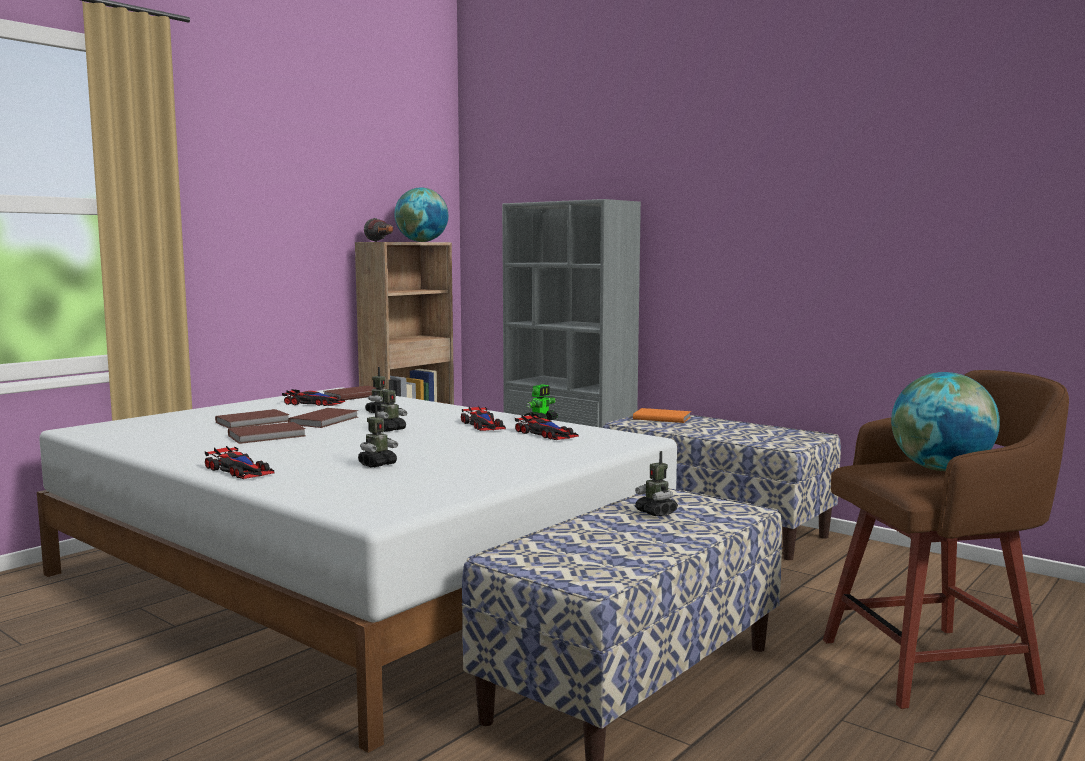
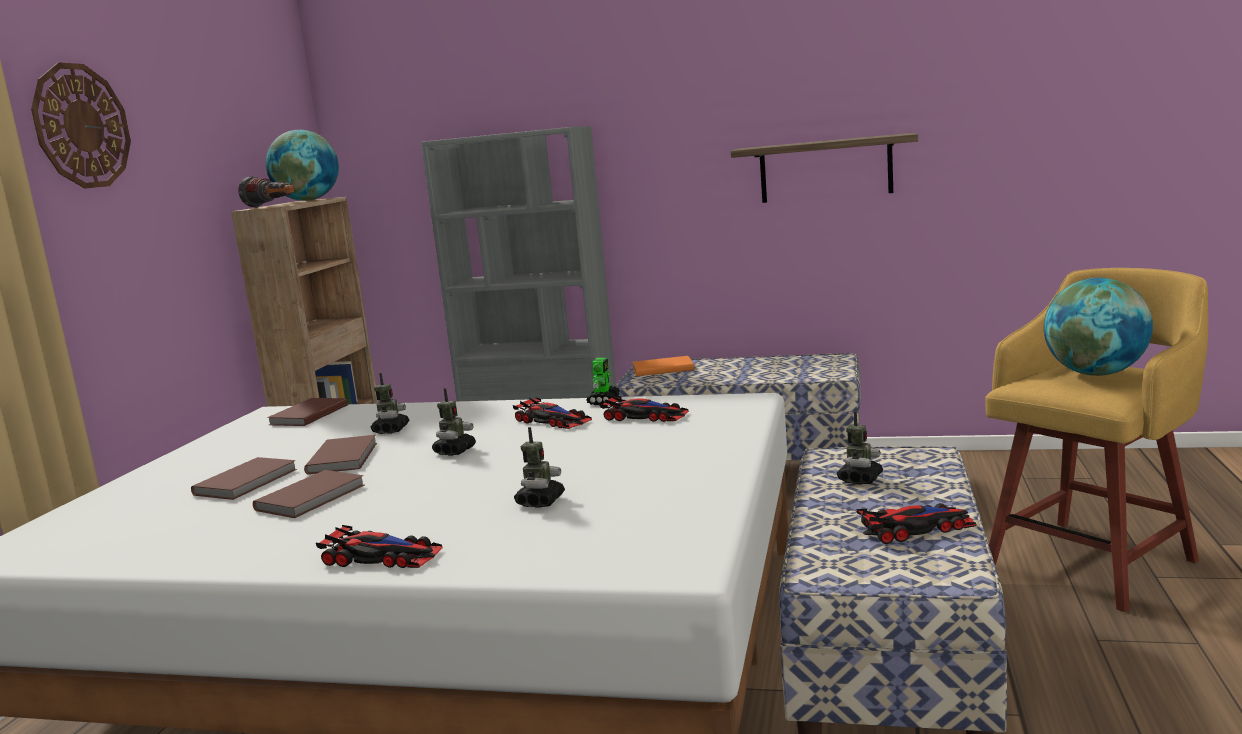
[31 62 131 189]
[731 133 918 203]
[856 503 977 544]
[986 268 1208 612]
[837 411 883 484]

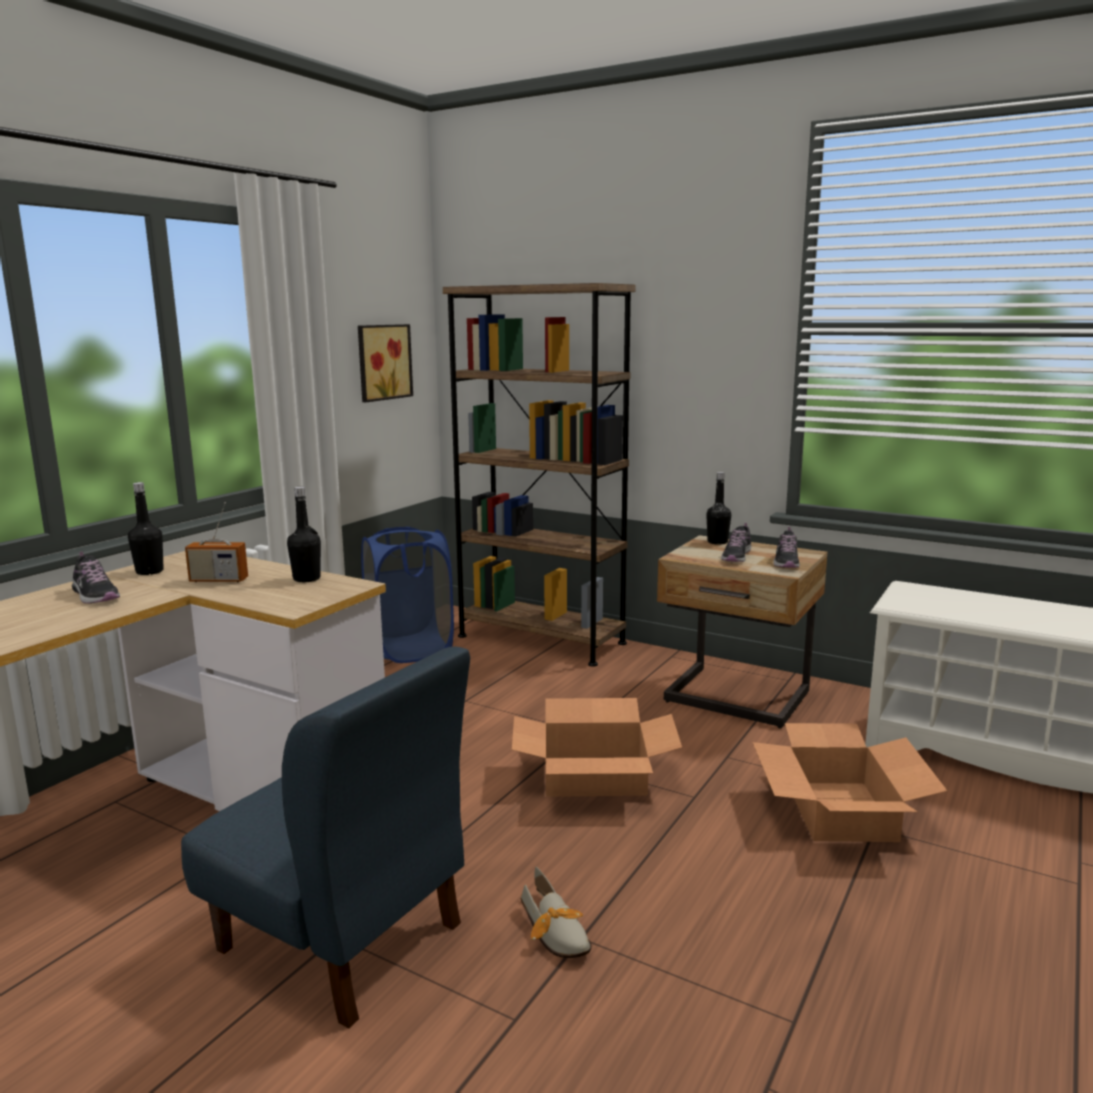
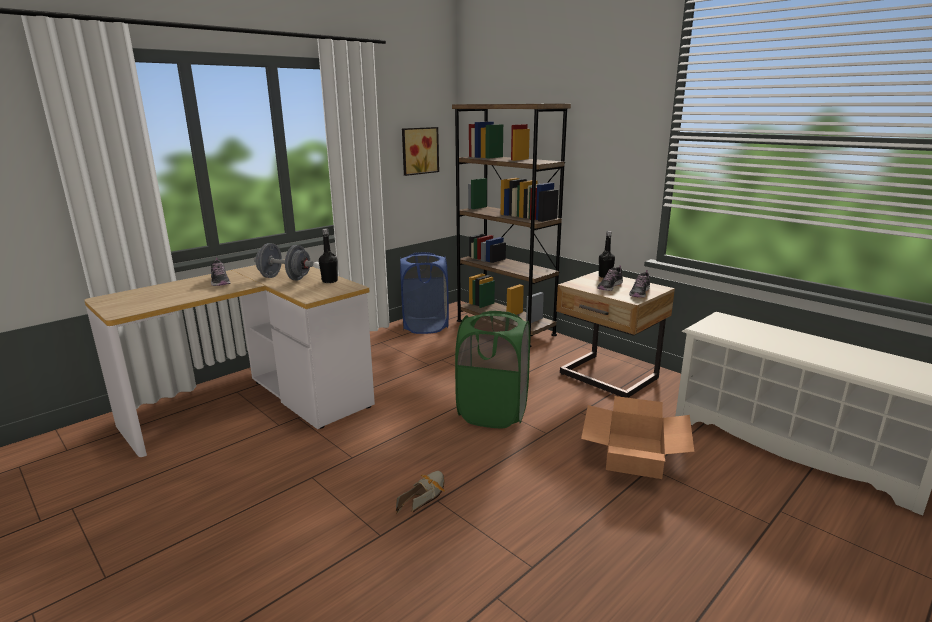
[128 482 164 575] (first image)
[181 647 470 1028] (first image)
[254 243 313 280]
[455 311 530 428]
[396 471 446 513]

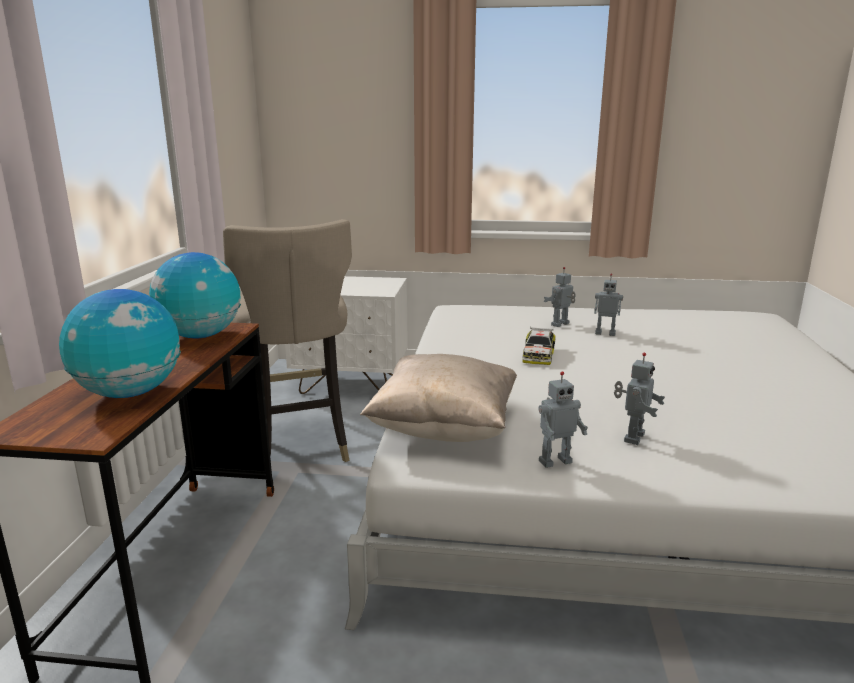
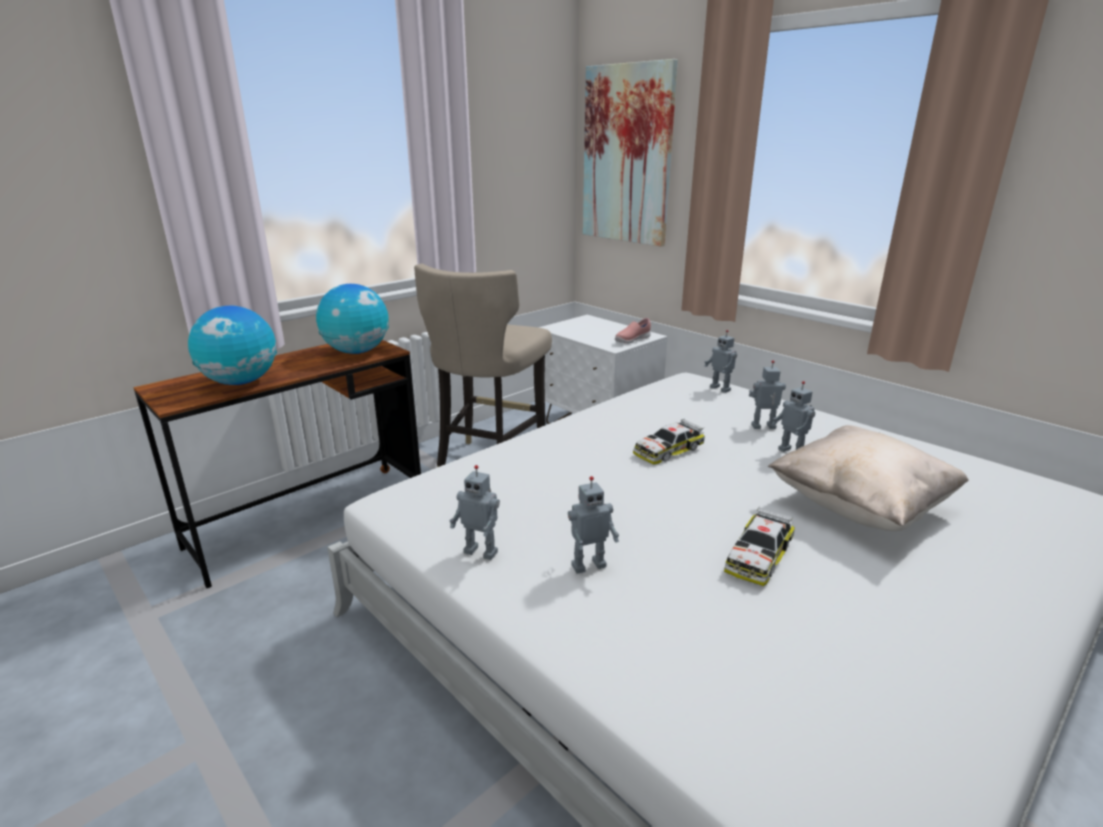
[583 59 678 247]
[615 318 651 344]
[704 330 737 393]
[724 506 795 586]
[768 425 969 531]

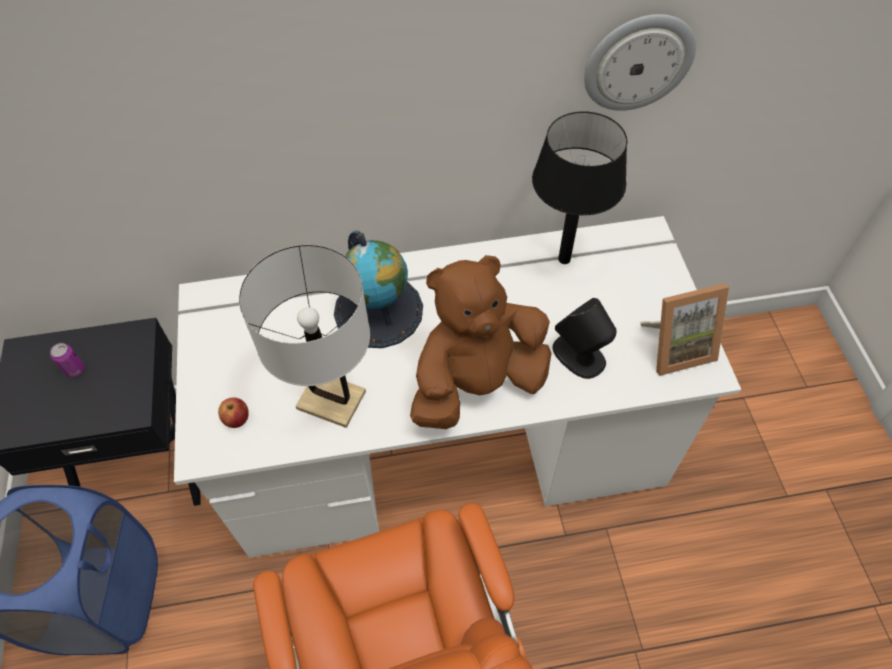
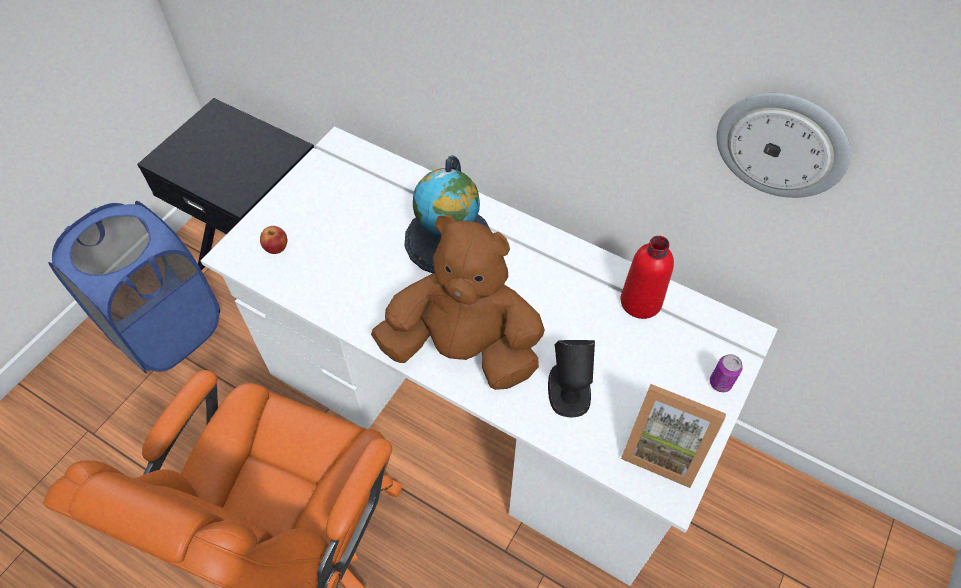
[239 245 370 428] (first image)
[710 354 743 392]
[621 236 674 319]

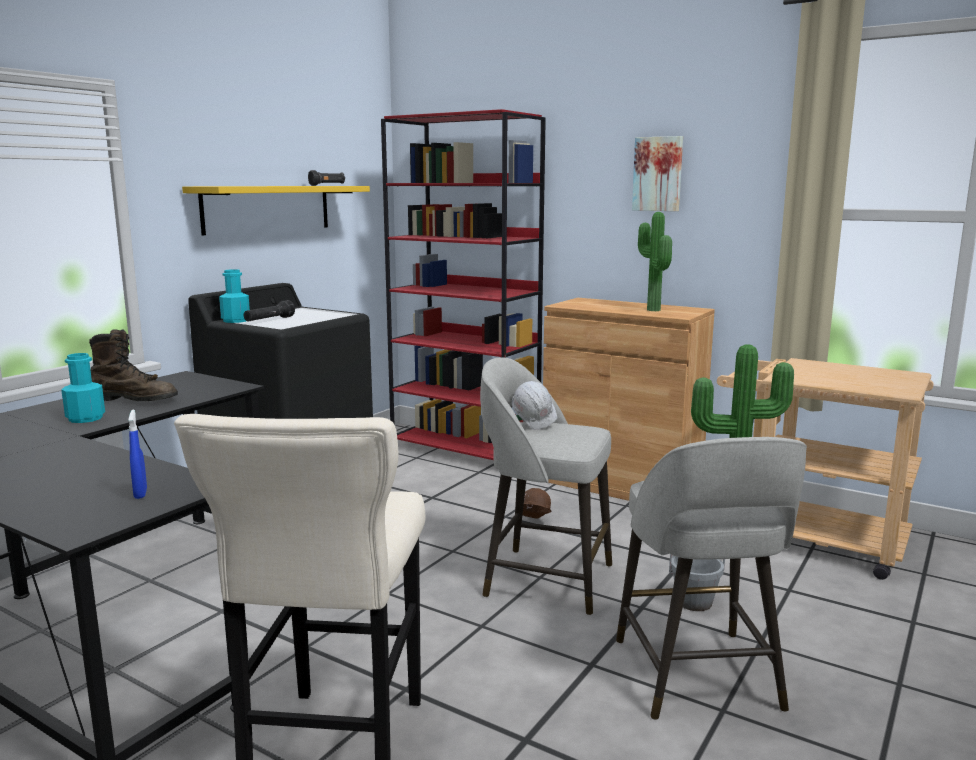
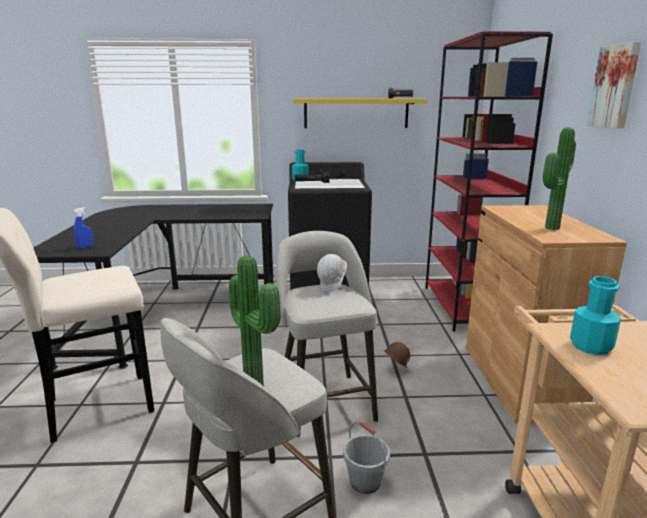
[89 329 178 401] (first image)
[570 276 621 355]

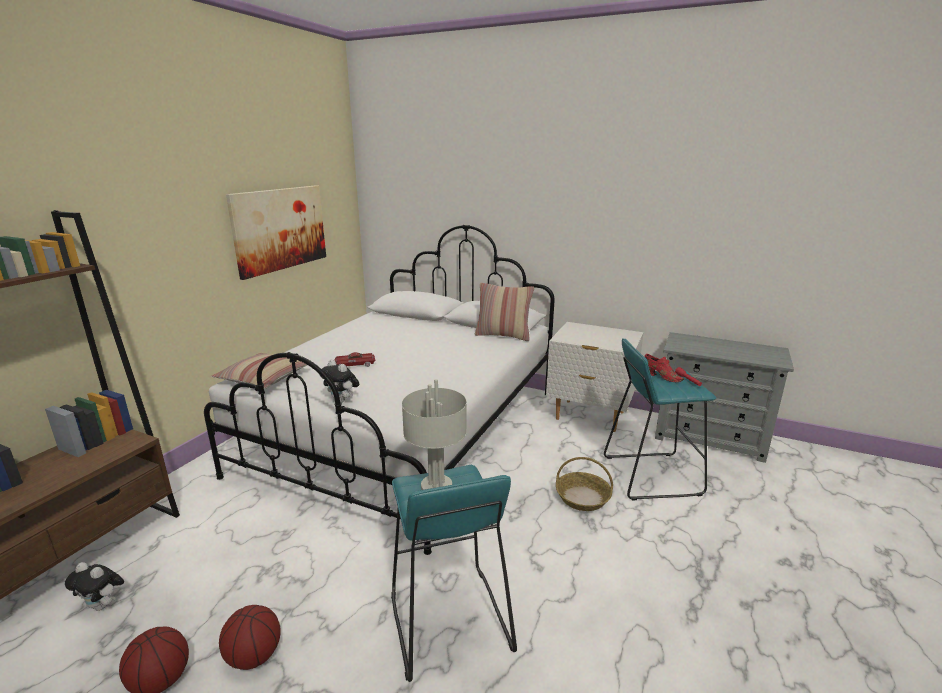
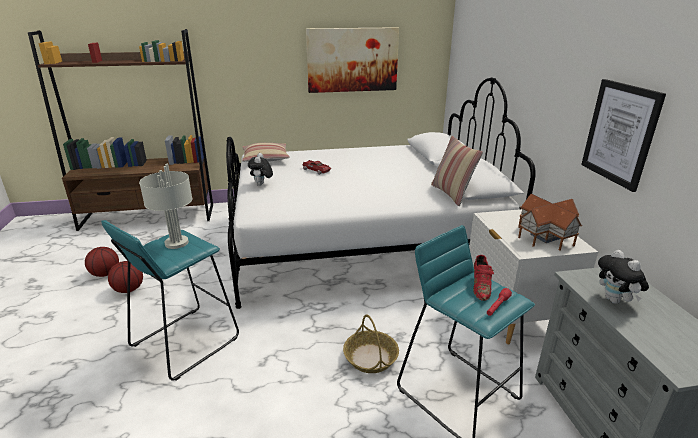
[518 194 582 251]
[581 79 666 192]
[598 250 649 304]

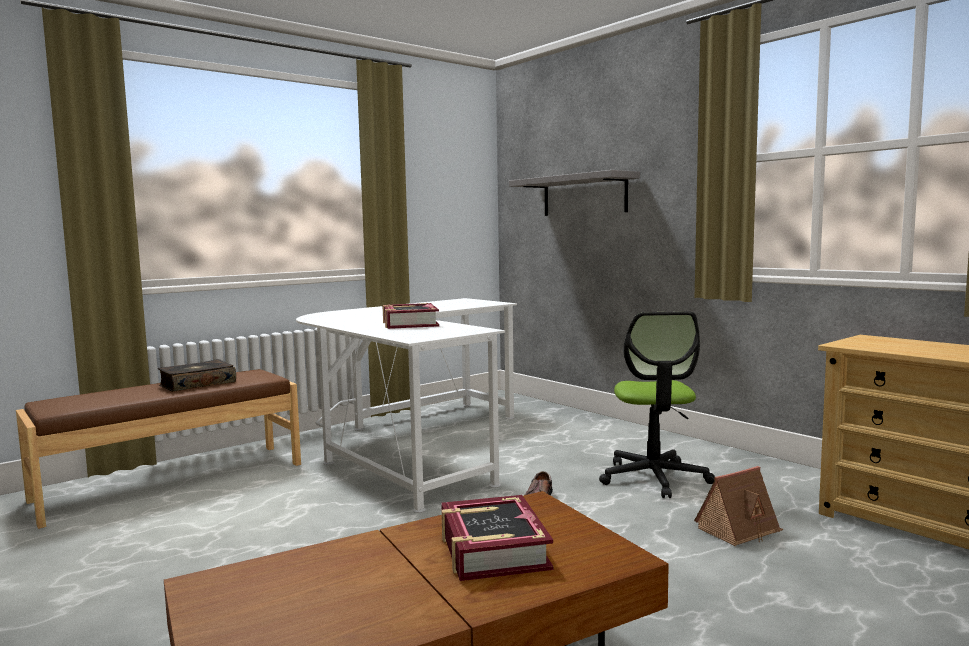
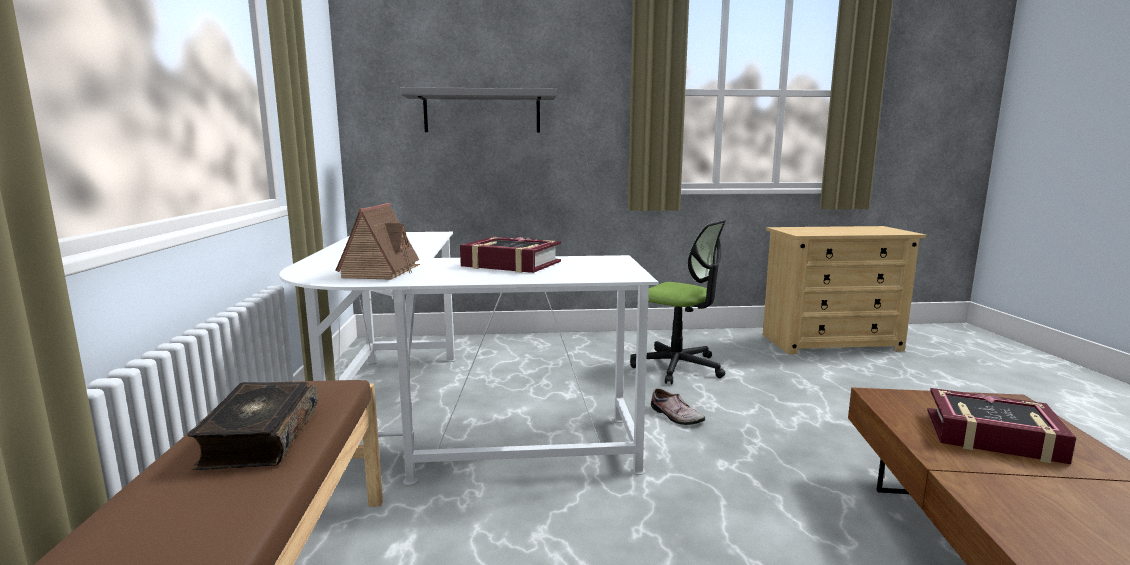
[335 203 420 280]

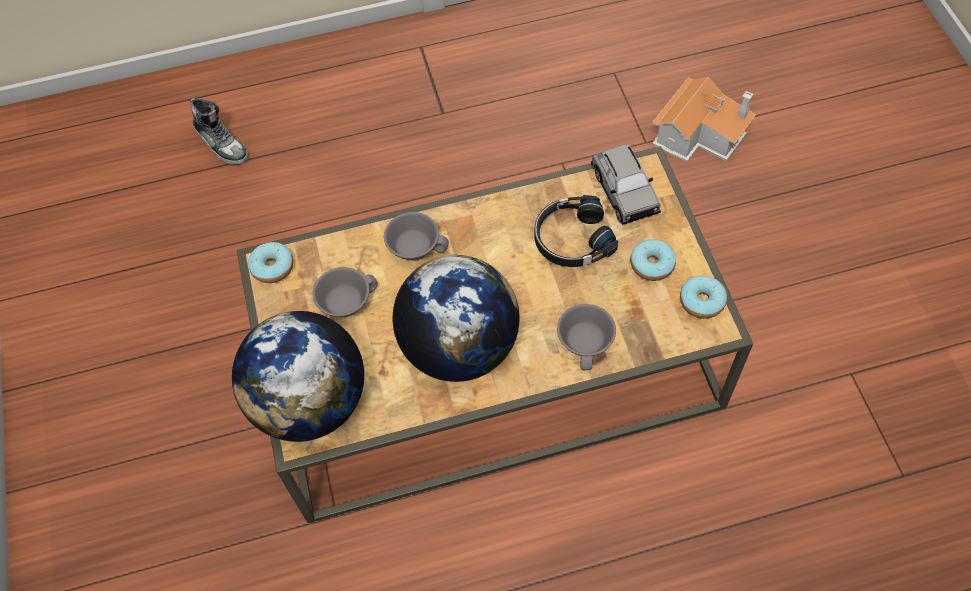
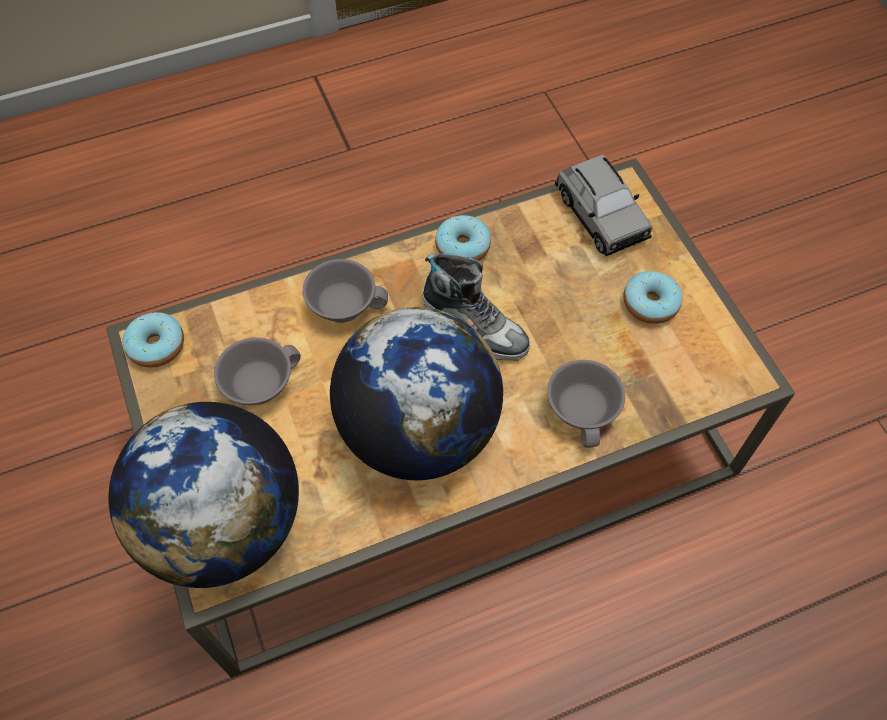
[534 195 618 267] (first image)
[652 77 756 162] (first image)
[422 253 530 361]
[435 215 491 261]

